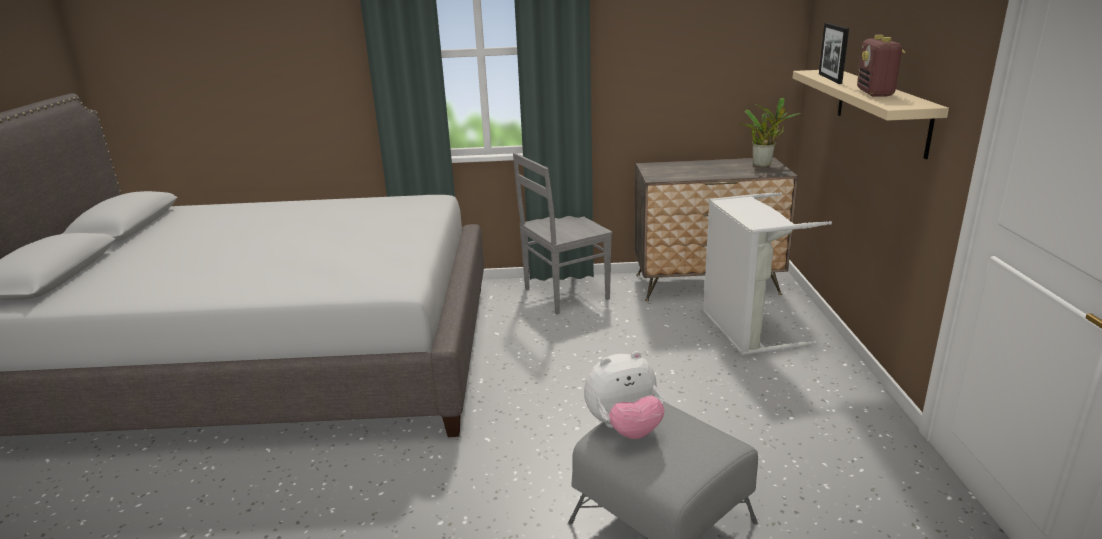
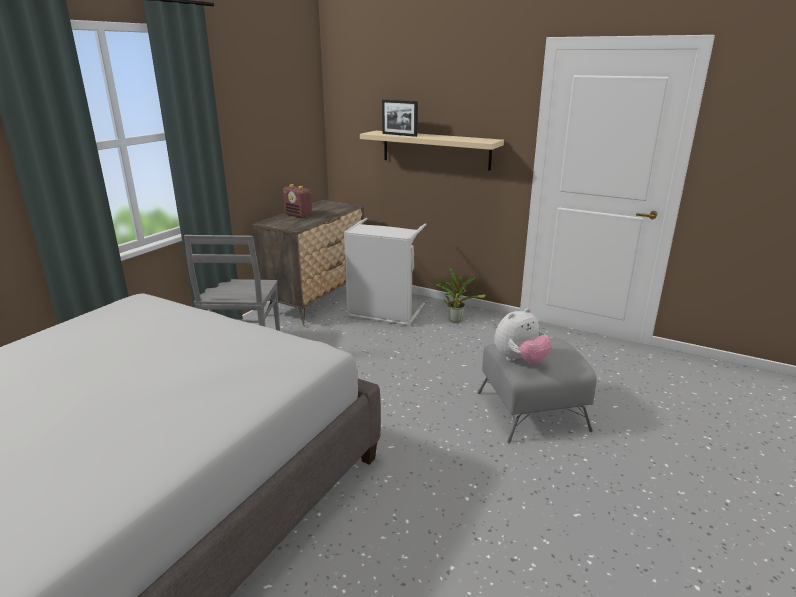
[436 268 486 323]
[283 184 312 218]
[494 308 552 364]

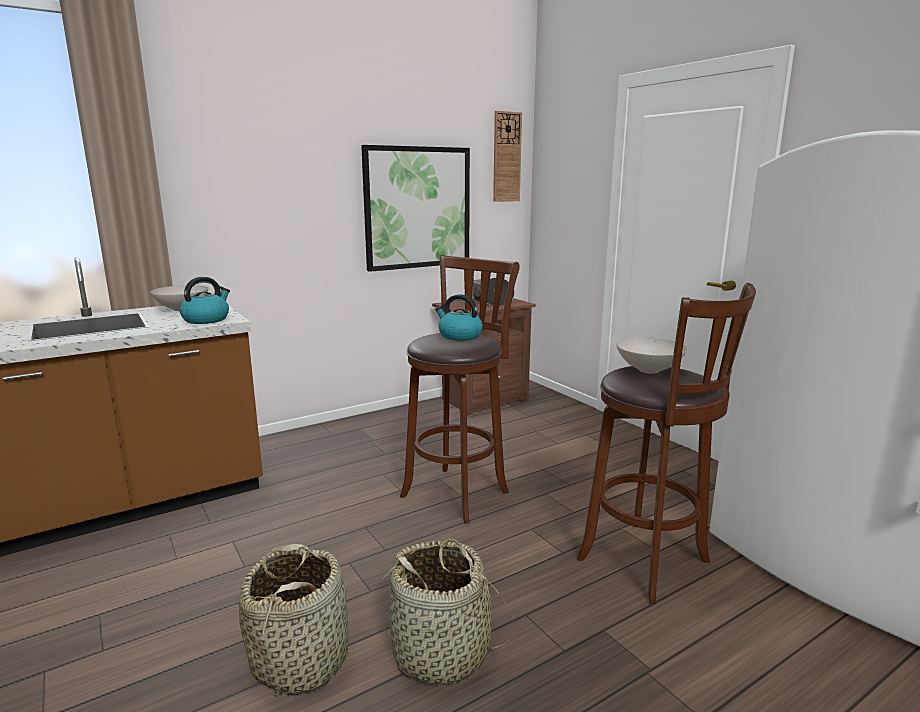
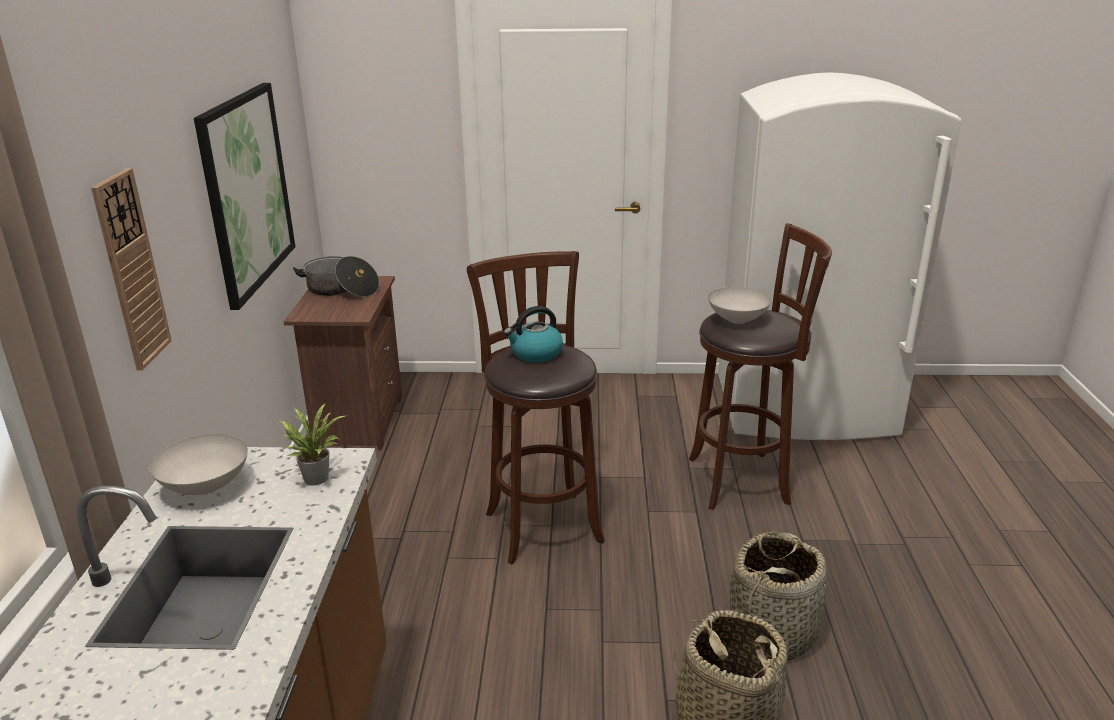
[91 168 172 371]
[280 404 345 485]

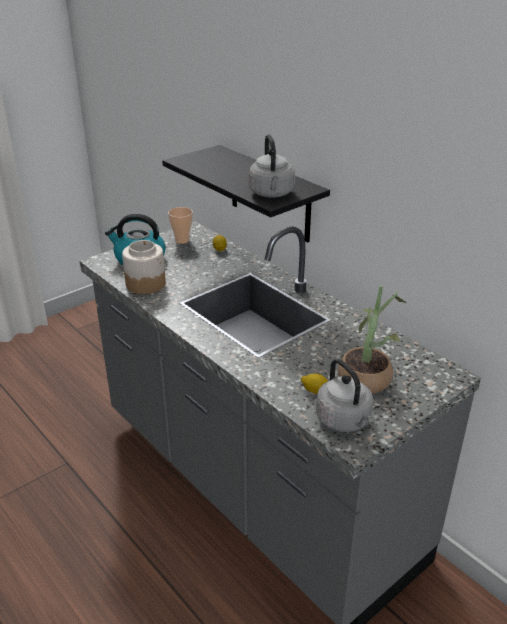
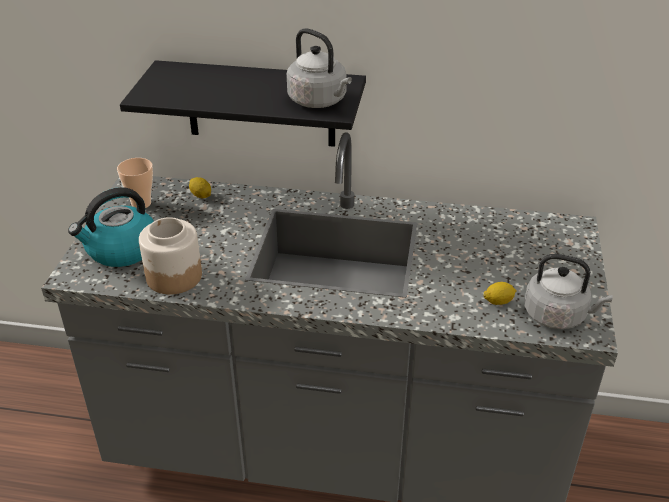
[338 286 407 394] (first image)

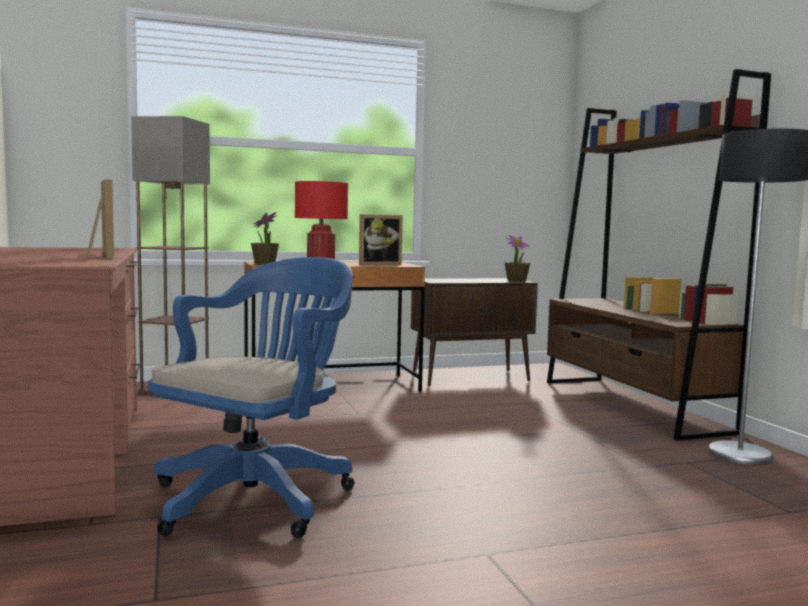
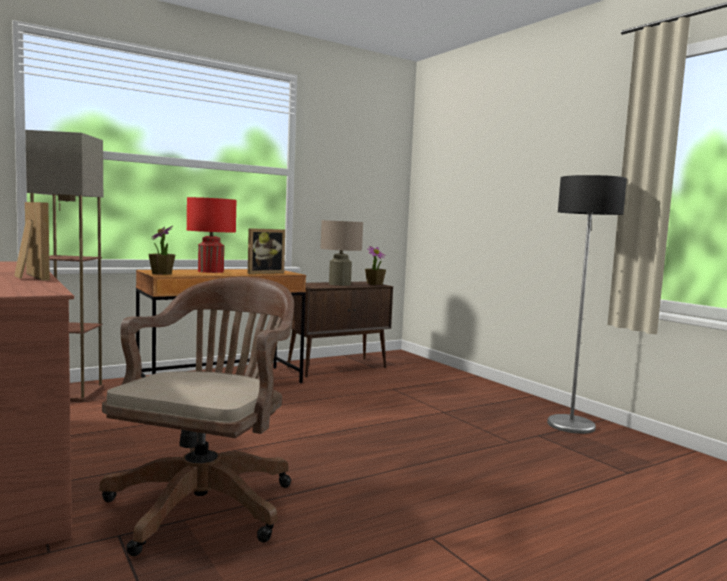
[547 69 771 441] (first image)
[320 220 363 286]
[99 277 294 556]

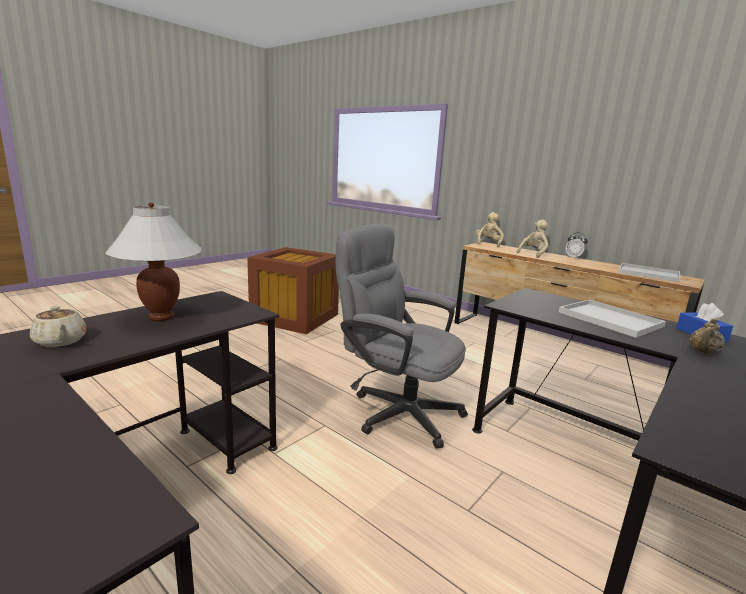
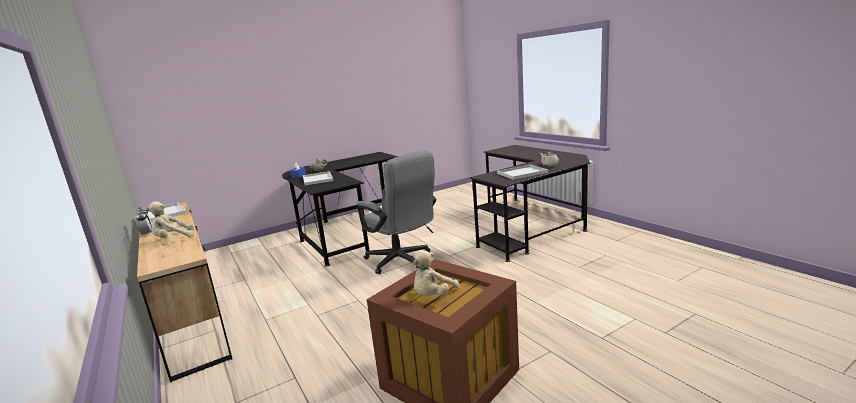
[413 250 460 296]
[497 165 548 180]

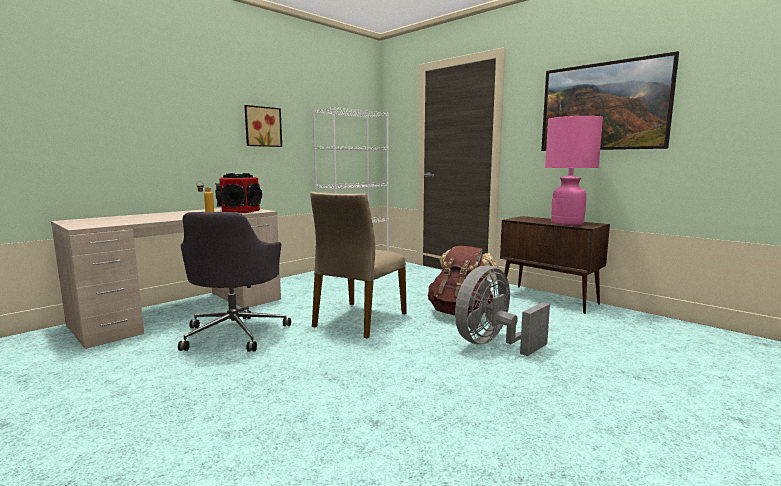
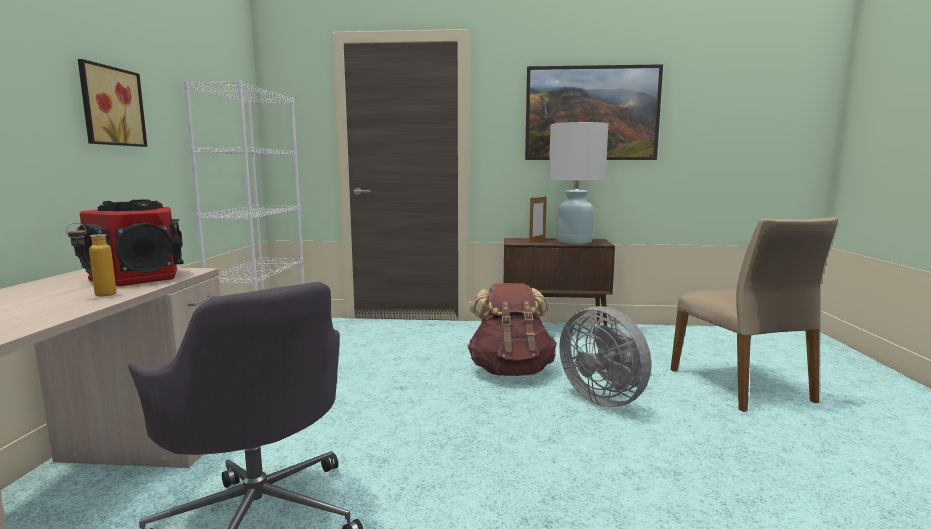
[529 196 547 243]
[670 217 838 412]
[549 122 609 244]
[559 306 651 407]

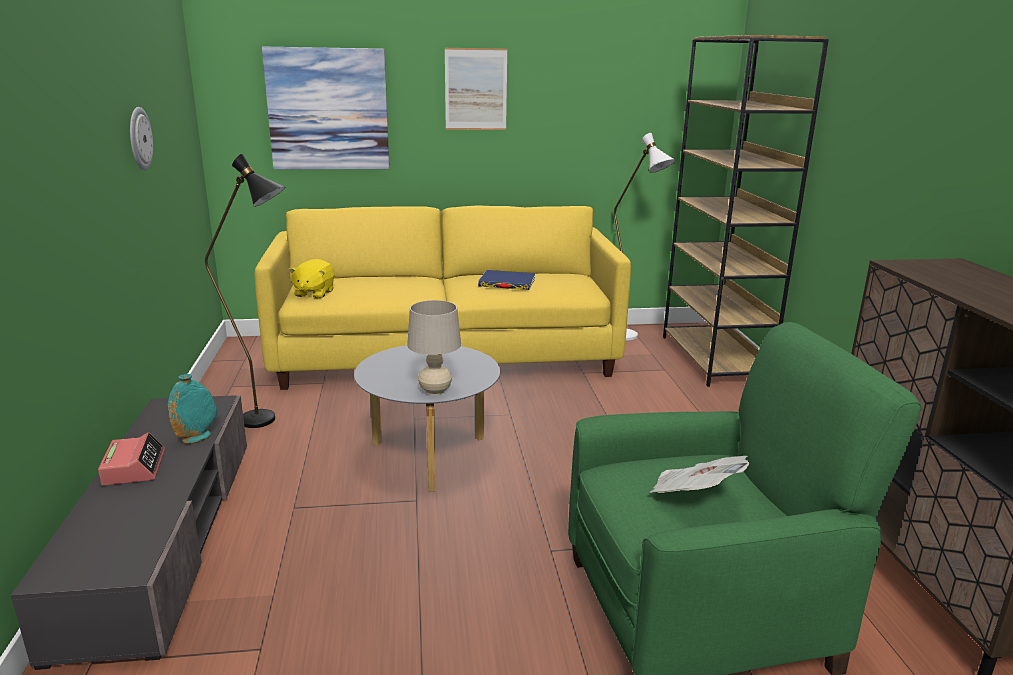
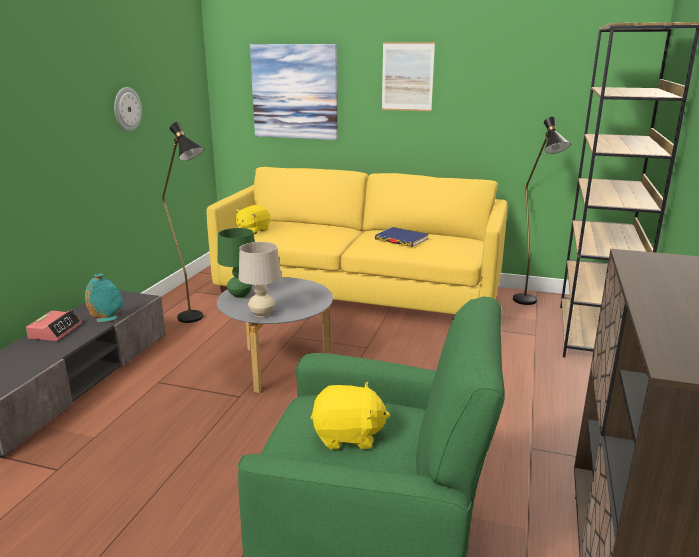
[218 228 255 298]
[311 382 391 449]
[513 117 571 305]

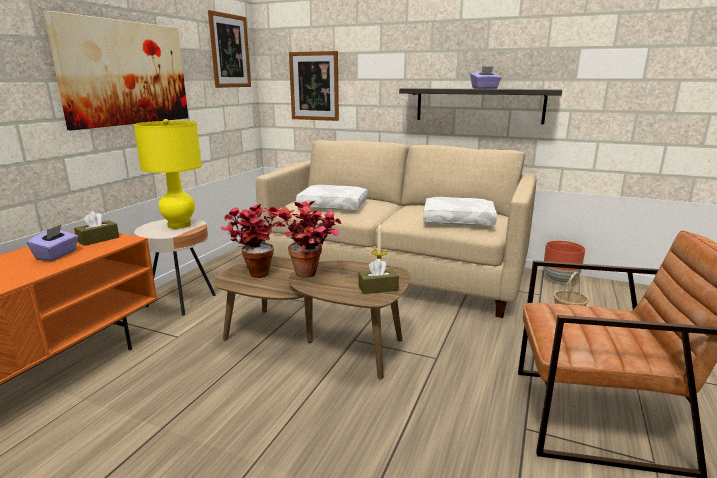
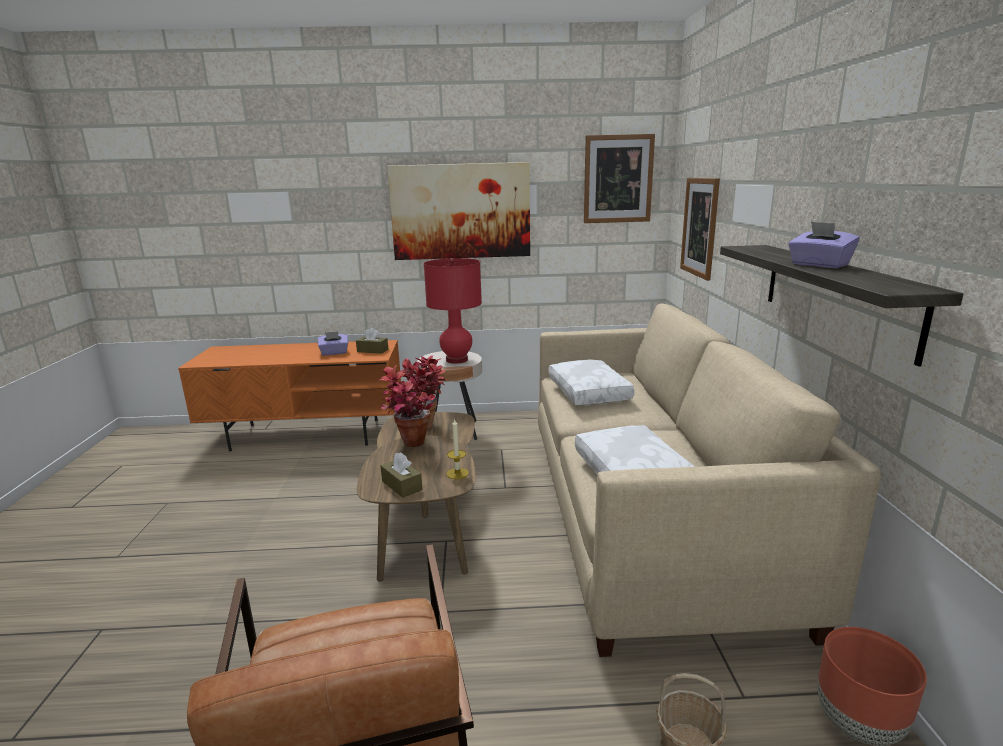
[424 258 482 364]

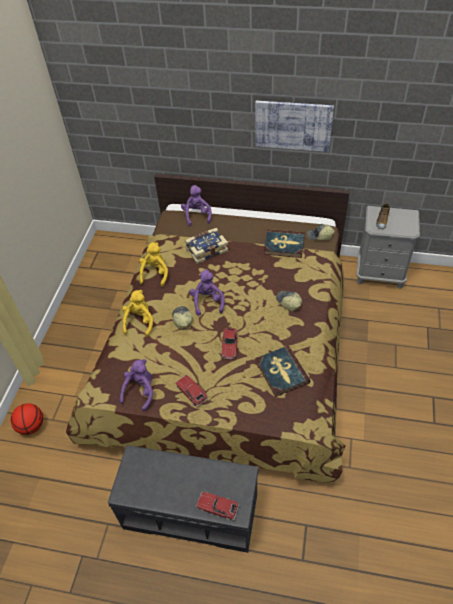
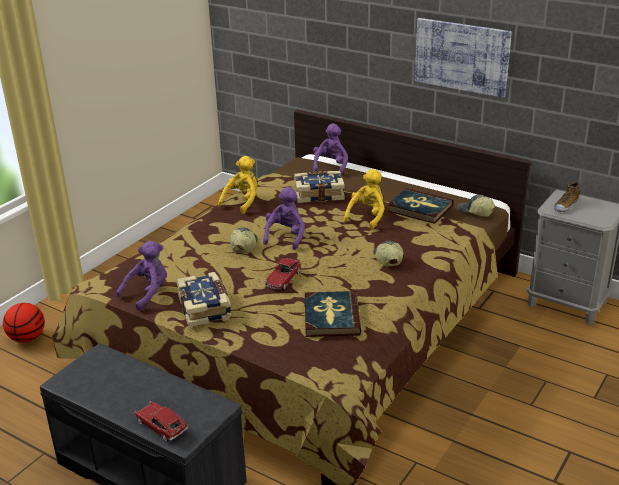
[344 169 385 230]
[176 272 231 327]

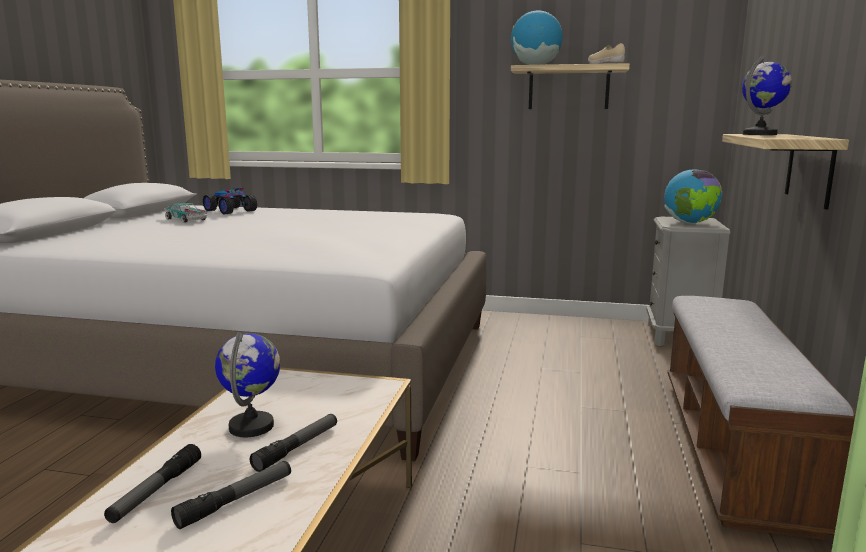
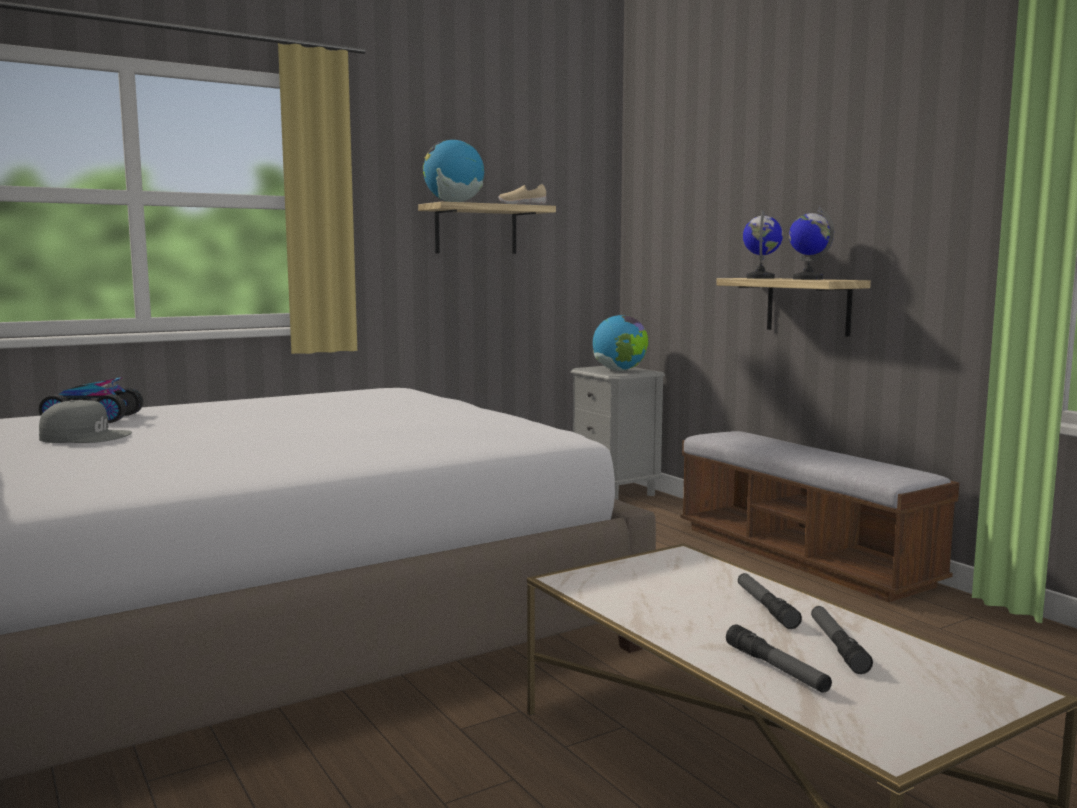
[789 207 834 280]
[39 400 132 443]

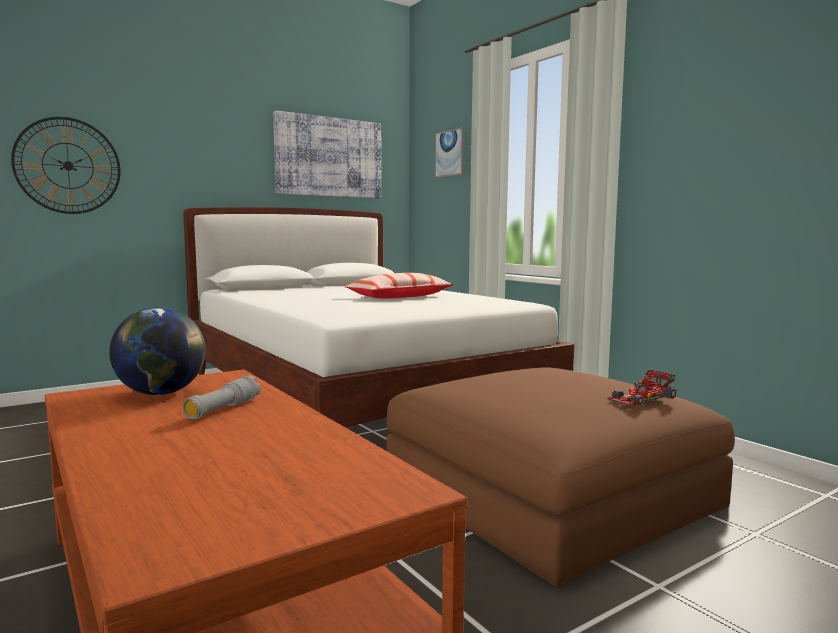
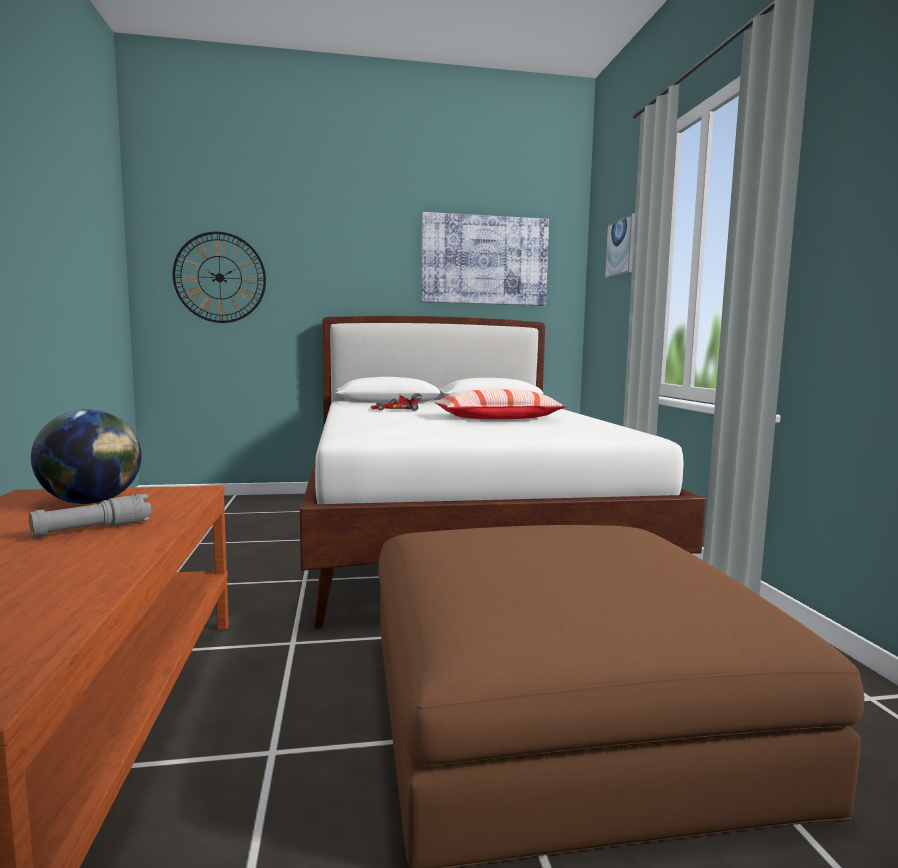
[370 394 422 410]

